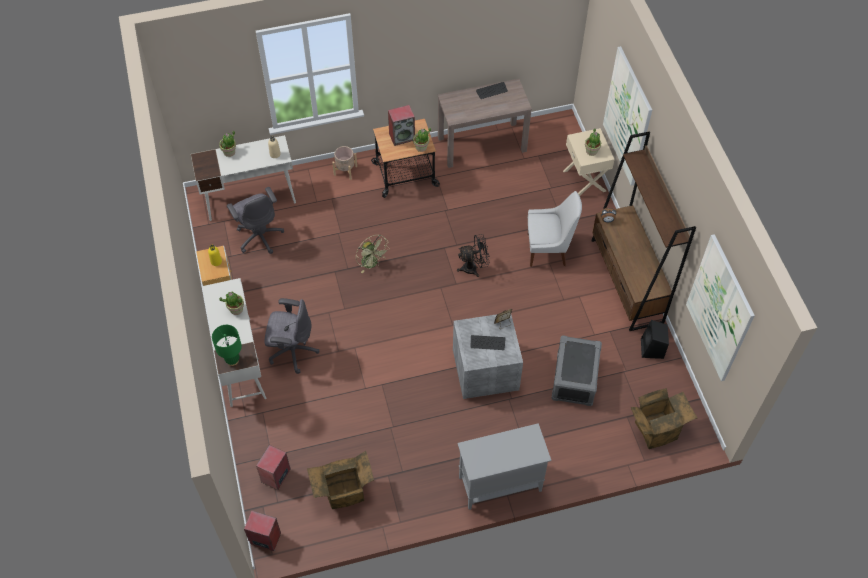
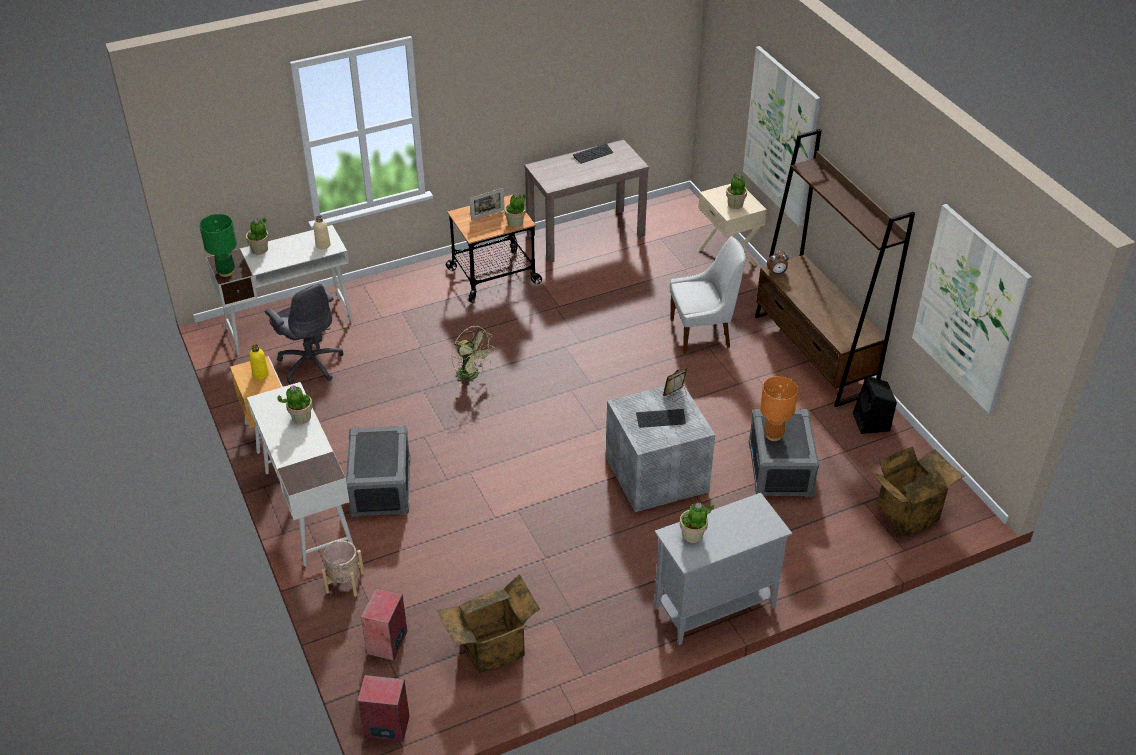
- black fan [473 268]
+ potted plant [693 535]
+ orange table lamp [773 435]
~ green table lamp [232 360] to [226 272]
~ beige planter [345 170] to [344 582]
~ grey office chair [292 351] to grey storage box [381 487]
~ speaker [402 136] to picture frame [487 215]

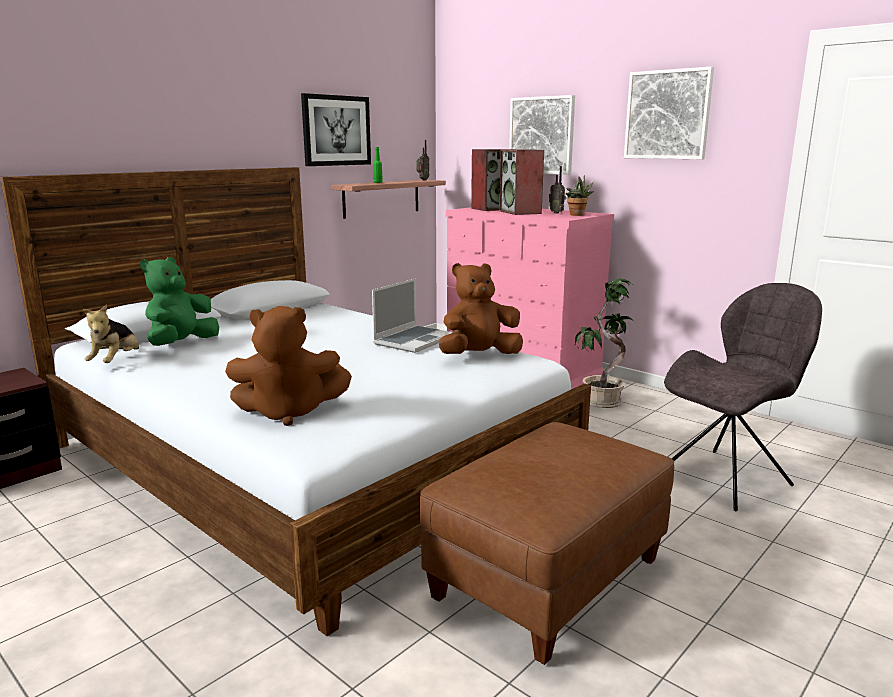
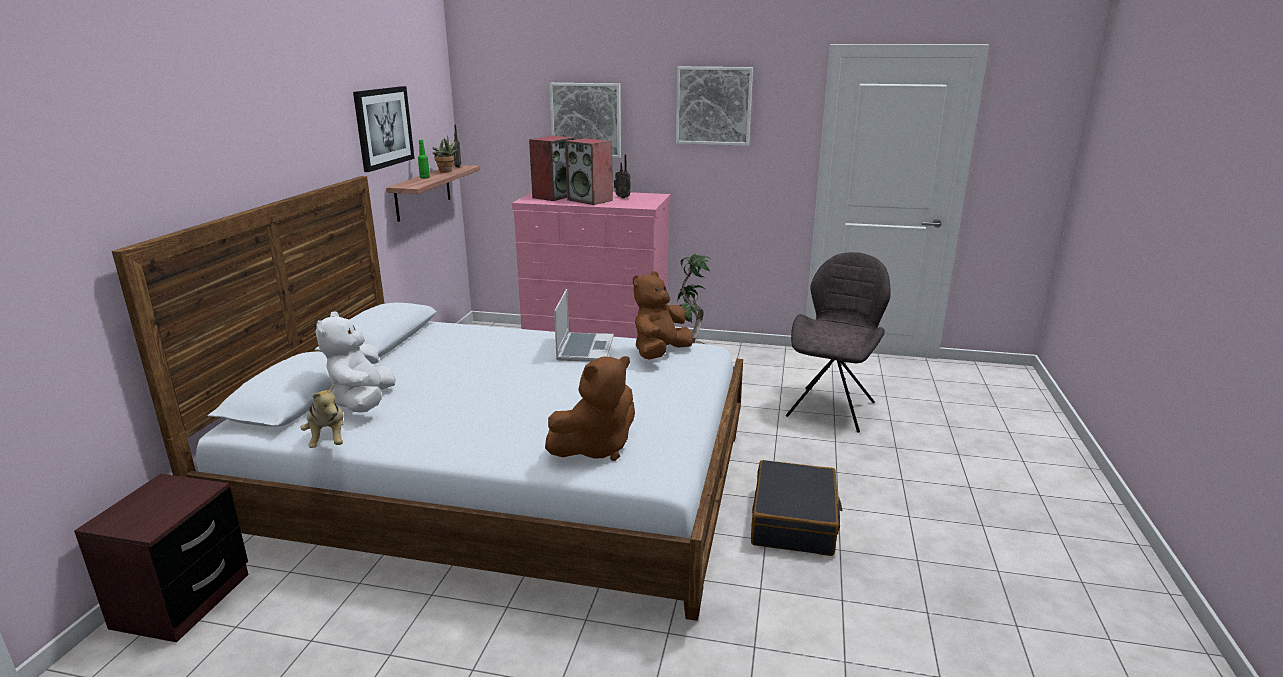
~ potted plant [577 215] to [446 171]
~ brown ottoman [547 578] to black suitcase [794 521]
~ green plush toy [181 344] to white plush toy [363 403]

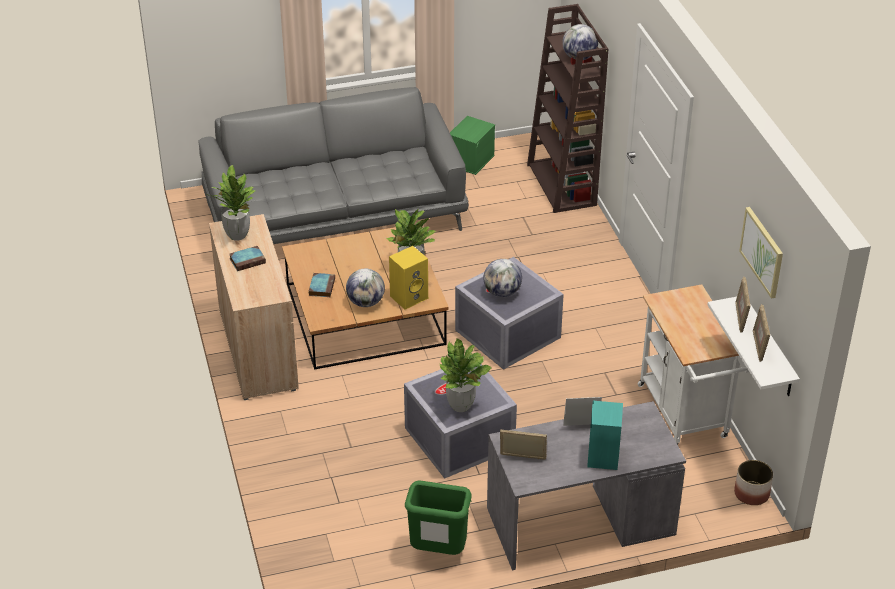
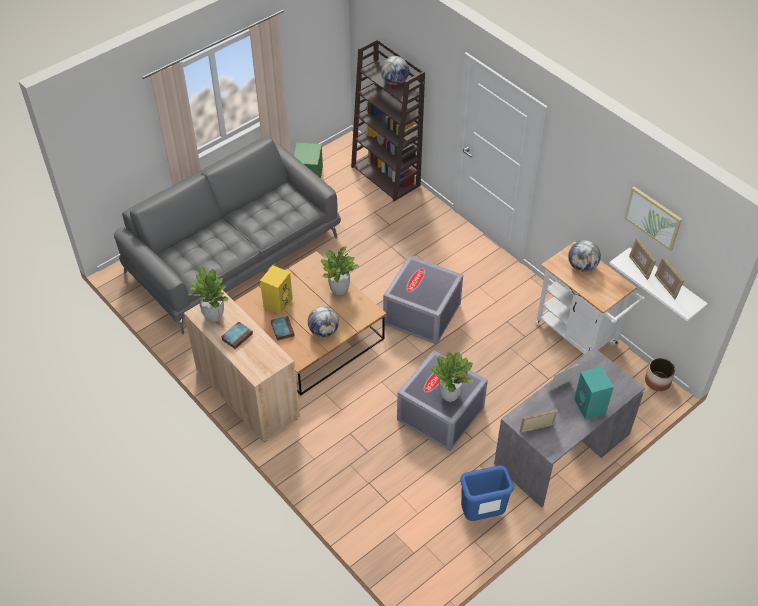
~ yellow speaker [409 296] to [278 302]
~ globe [502 292] to [582 266]
~ green trash can [437 552] to blue trash can [482 514]

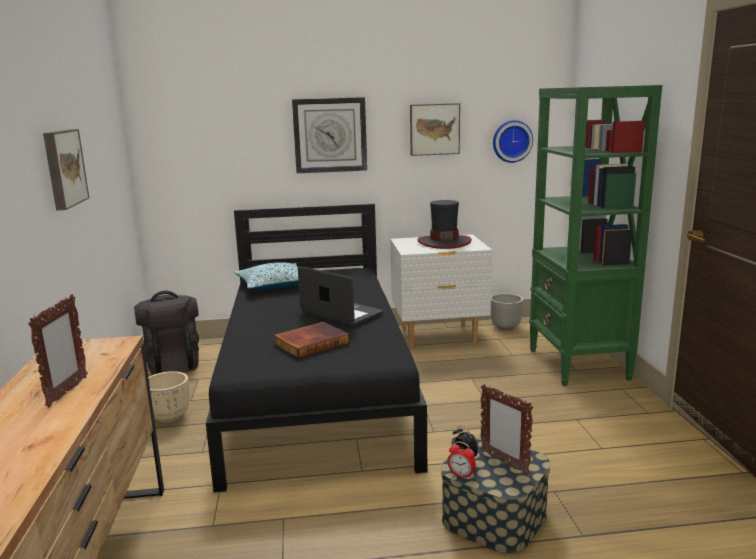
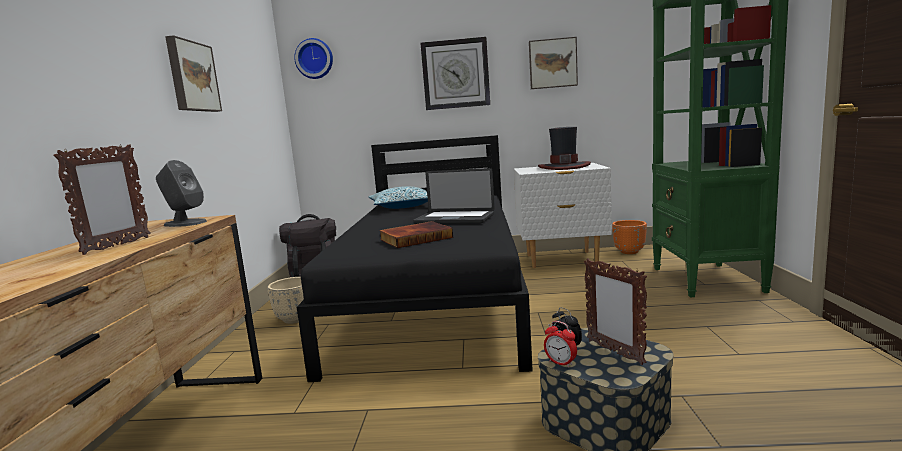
+ grey speaker [185 223]
~ wall clock [511 141] to [314 59]
~ grey planter [506 327] to orange planter [629 252]
~ laptop [341 313] = [454 219] 150 degrees clockwise

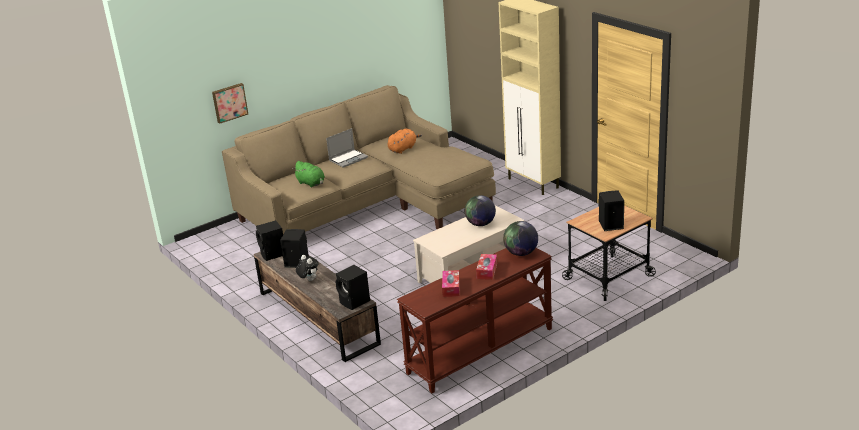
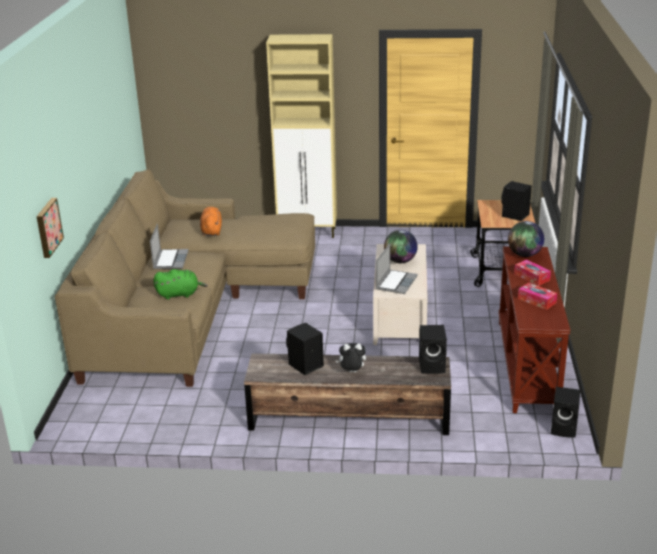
+ laptop [396 282]
~ black speaker [273 254] to [564 428]

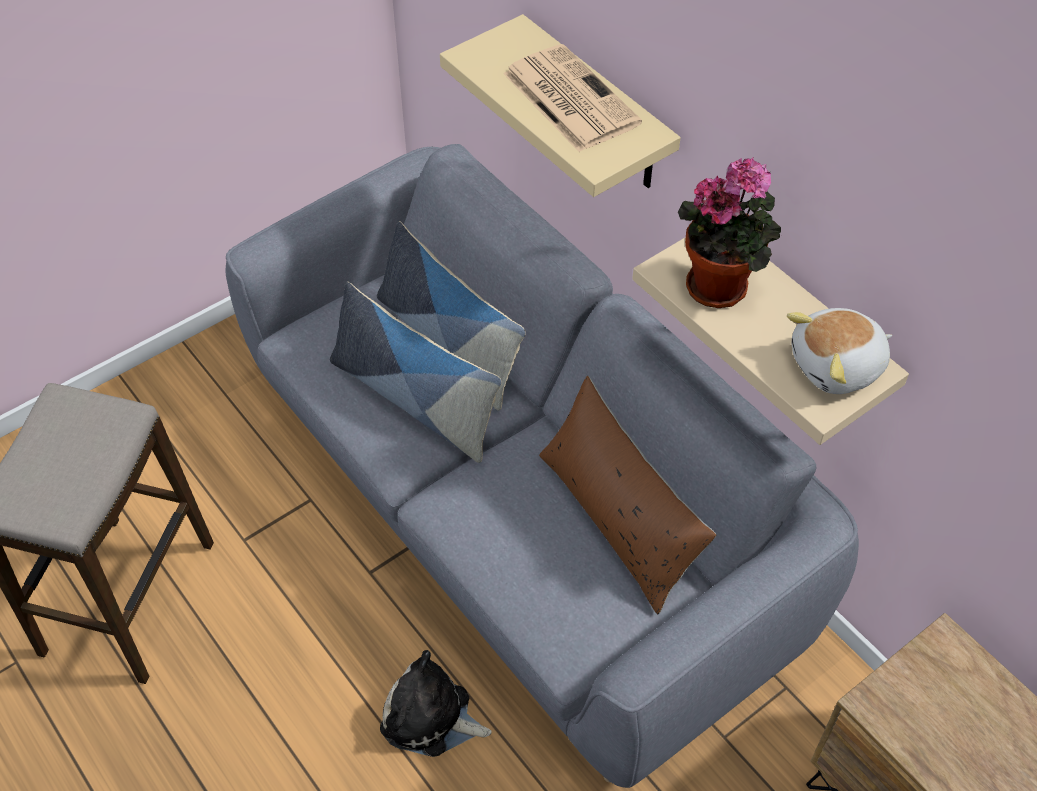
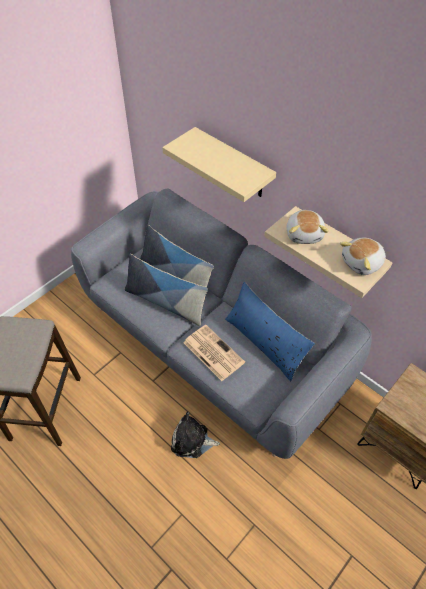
~ newspaper [568 98] to [212 352]
~ potted plant [721 285] to plush toy [304 234]
~ brown pillow [618 519] to blue pillow [265 342]

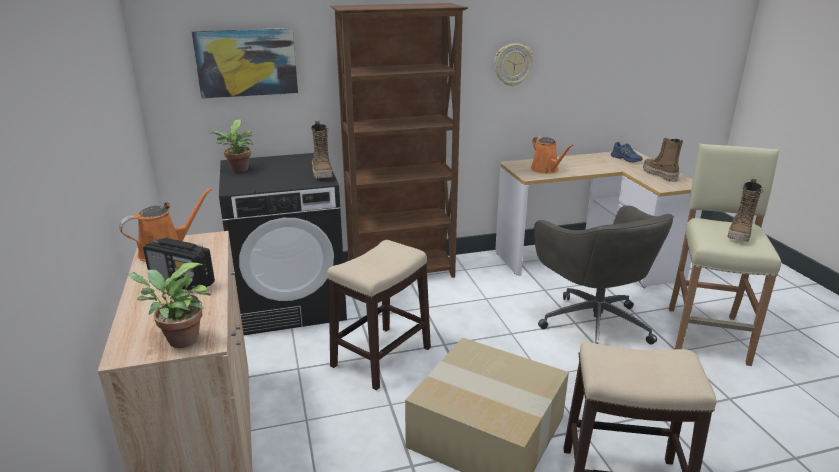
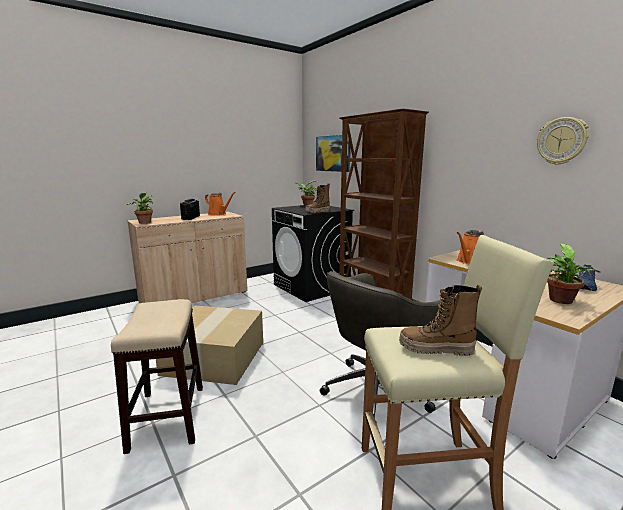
- stool [382 356]
~ wall clock [512 64] to [561 141]
~ boot [659 175] to potted plant [561 301]

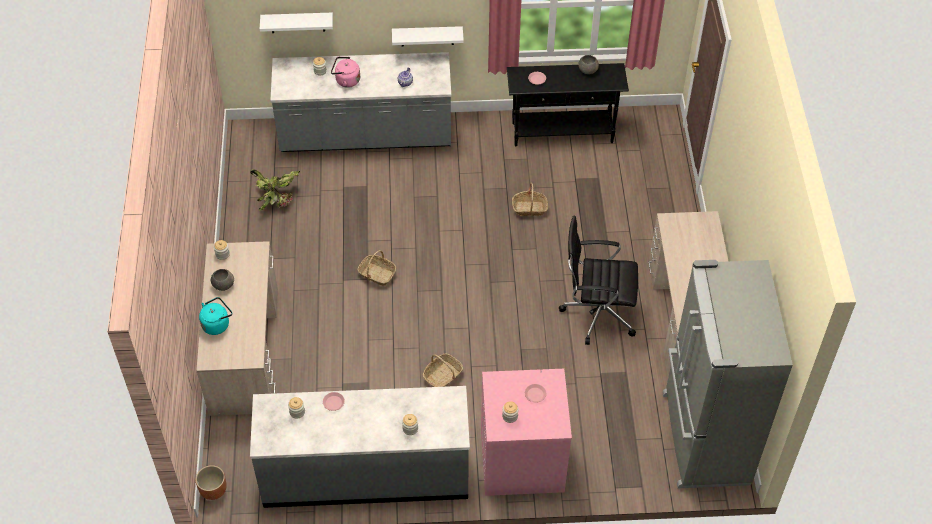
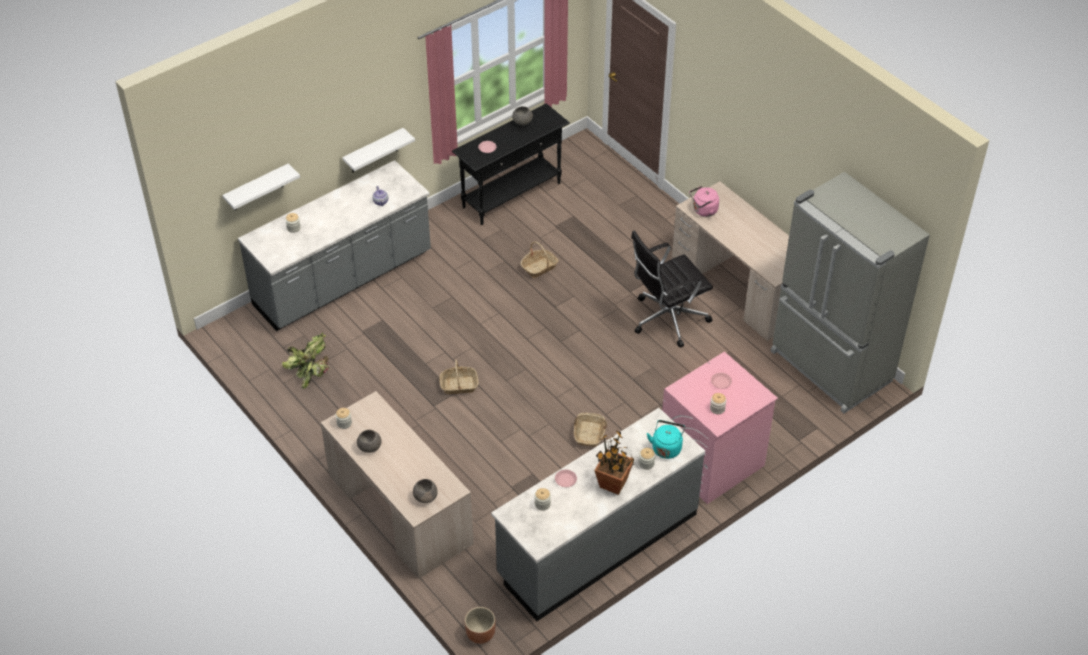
+ grey bowl [425 496]
+ potted plant [613 484]
~ turquoise kettle [217 324] to [666 447]
~ pink kettle [346 81] to [703 211]

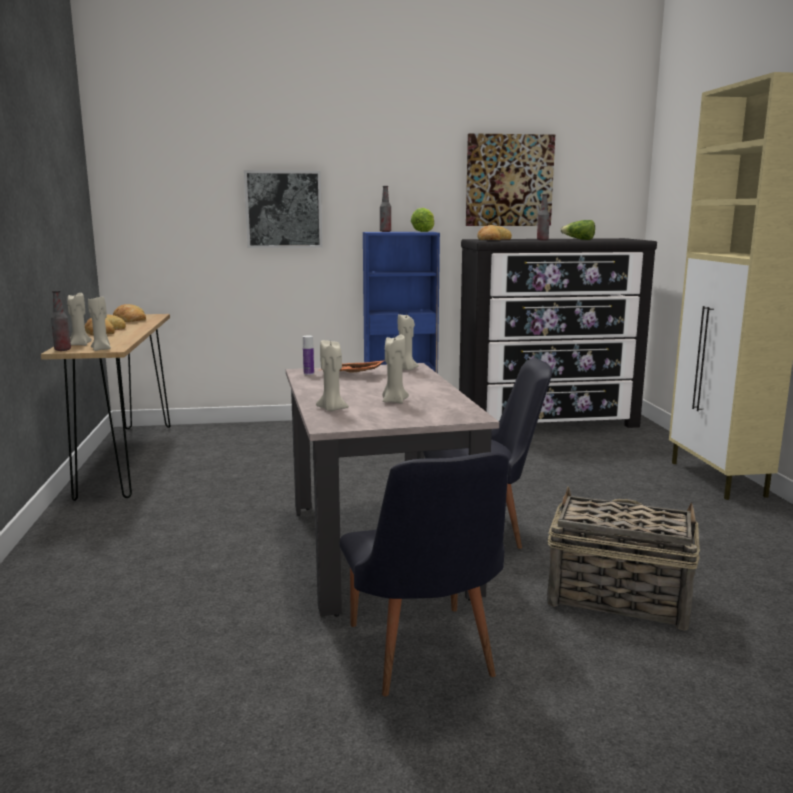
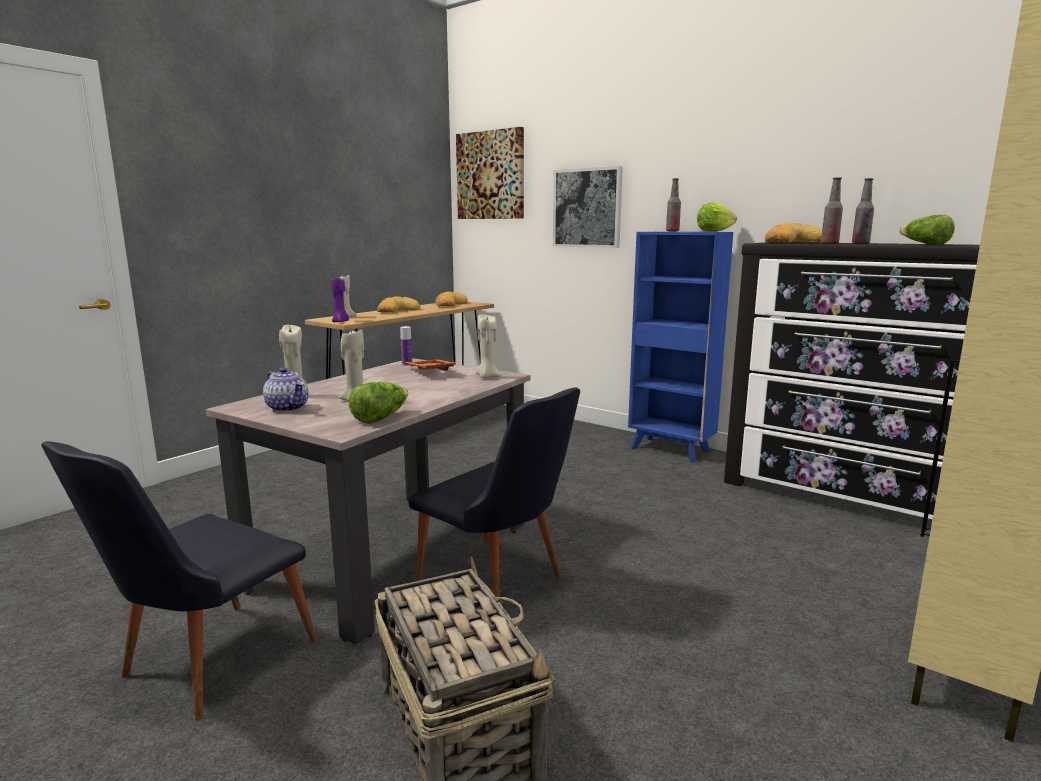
+ teapot [288 408]
+ lettuce [380 418]
~ bottle [62 350] to [829 244]
~ picture [509 180] to [491 175]
~ beige candle [102 349] to purple candle [340 322]

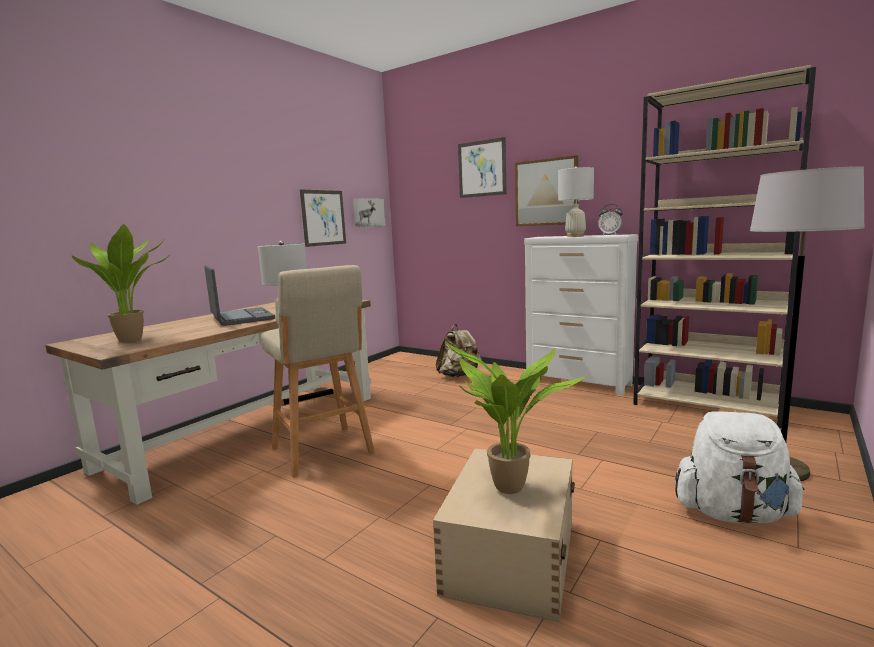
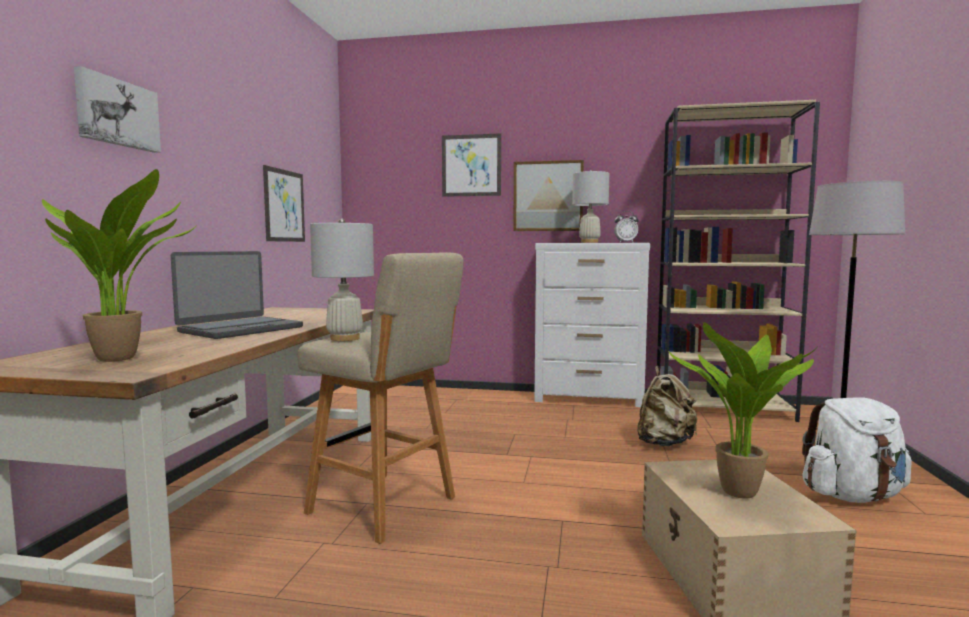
~ picture [368 212] to [117 113]
~ beige backpack [459 376] to [664 443]
~ laptop [241 318] = [240 329] 90 degrees clockwise

